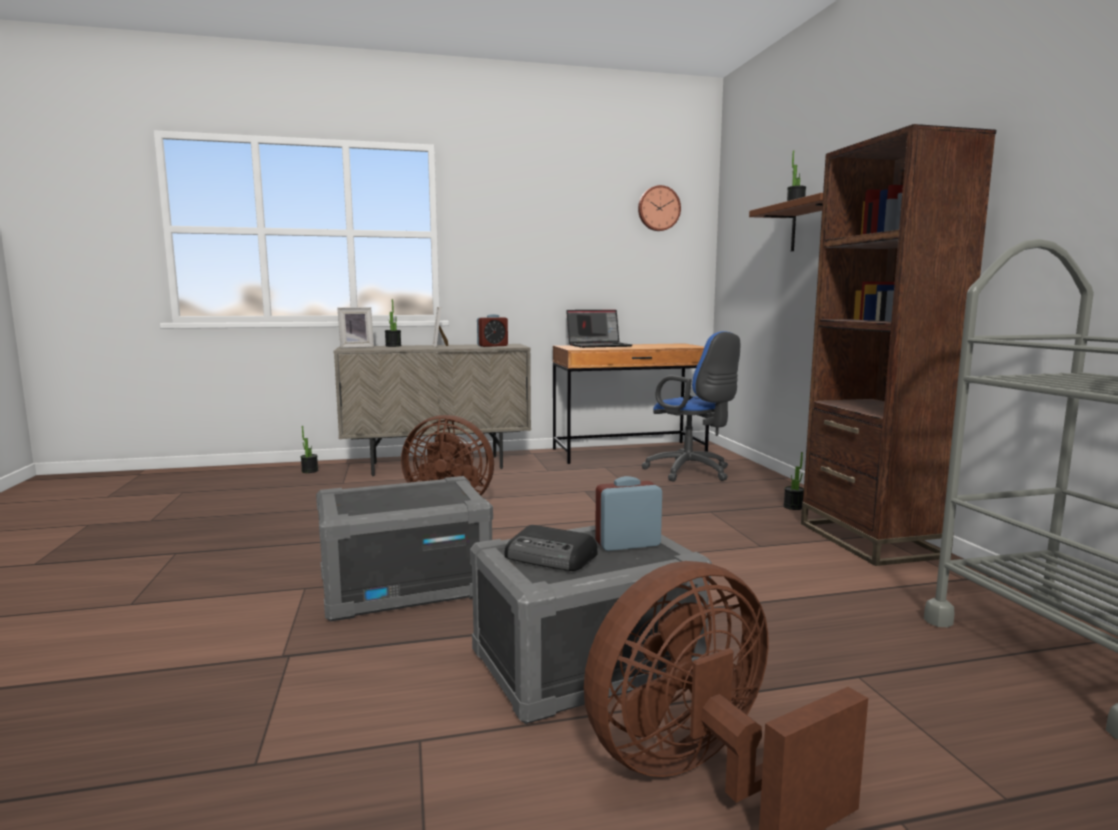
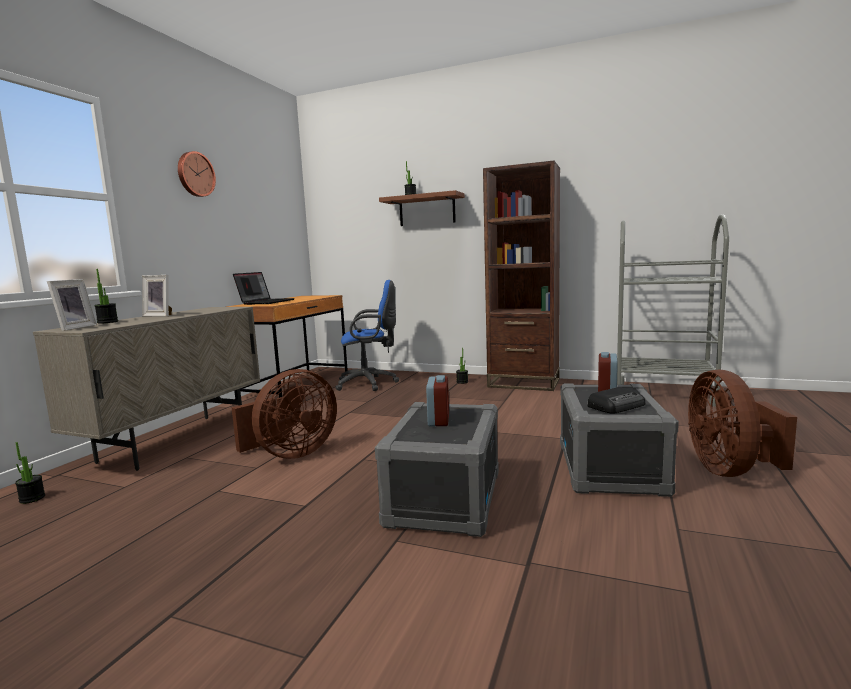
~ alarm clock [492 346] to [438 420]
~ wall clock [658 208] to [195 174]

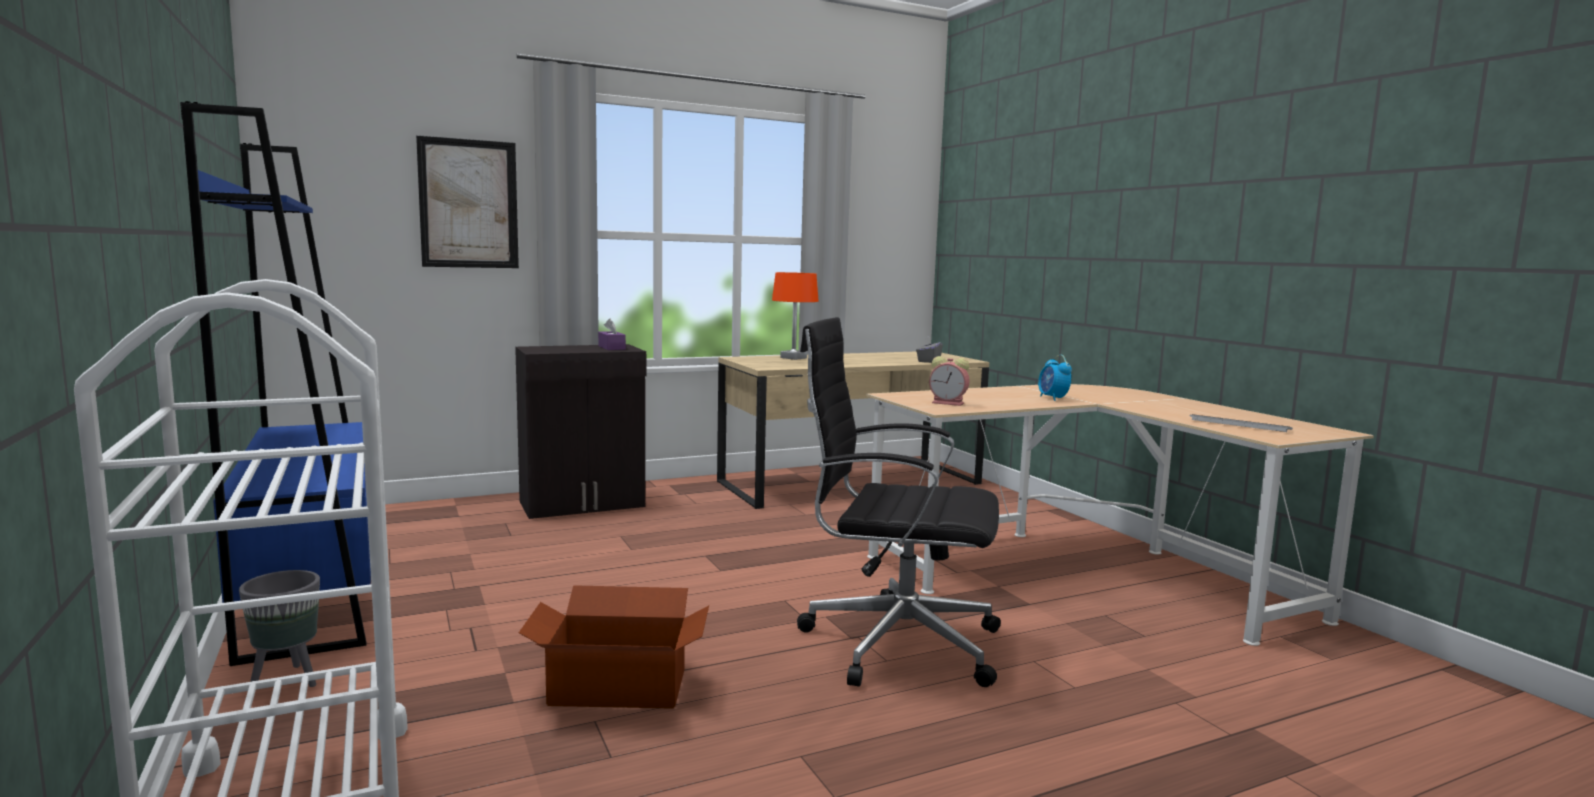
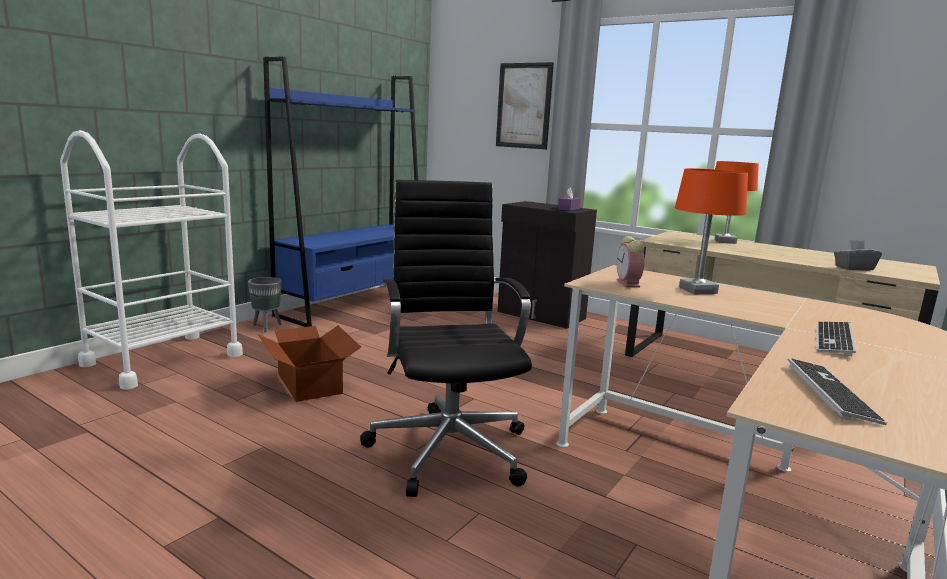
- alarm clock [1052 398]
+ orange table lamp [698 290]
+ keyboard [833 339]

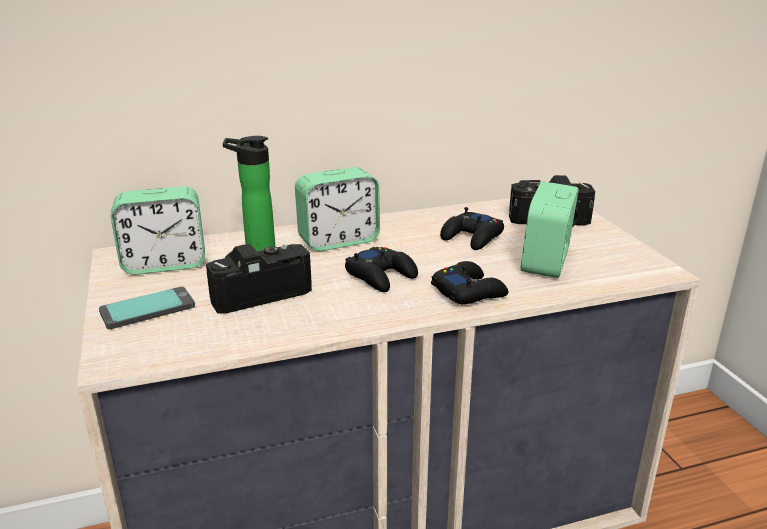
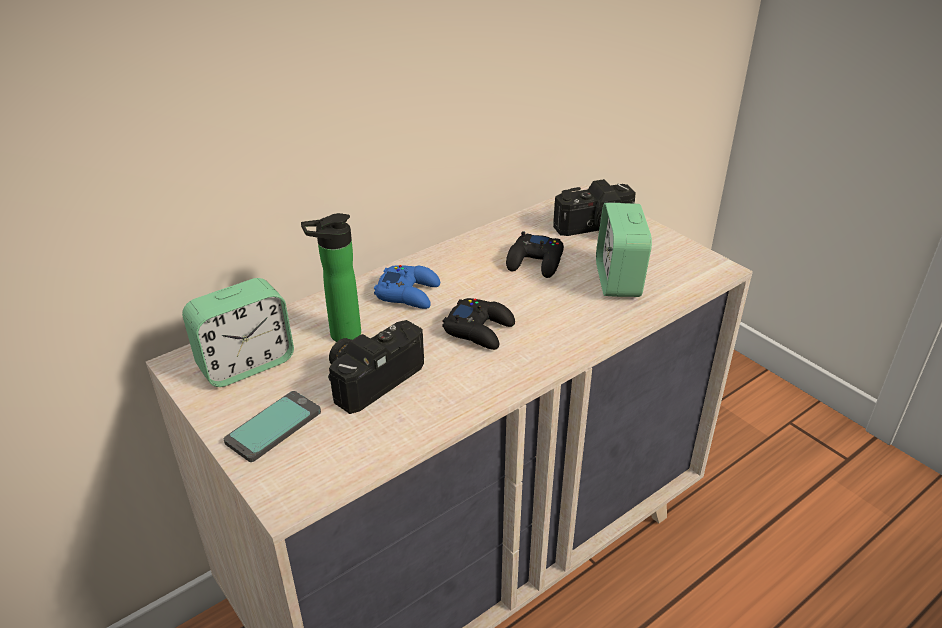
- black game controller [468 292]
~ alarm clock [338 241] to blue game controller [409 293]

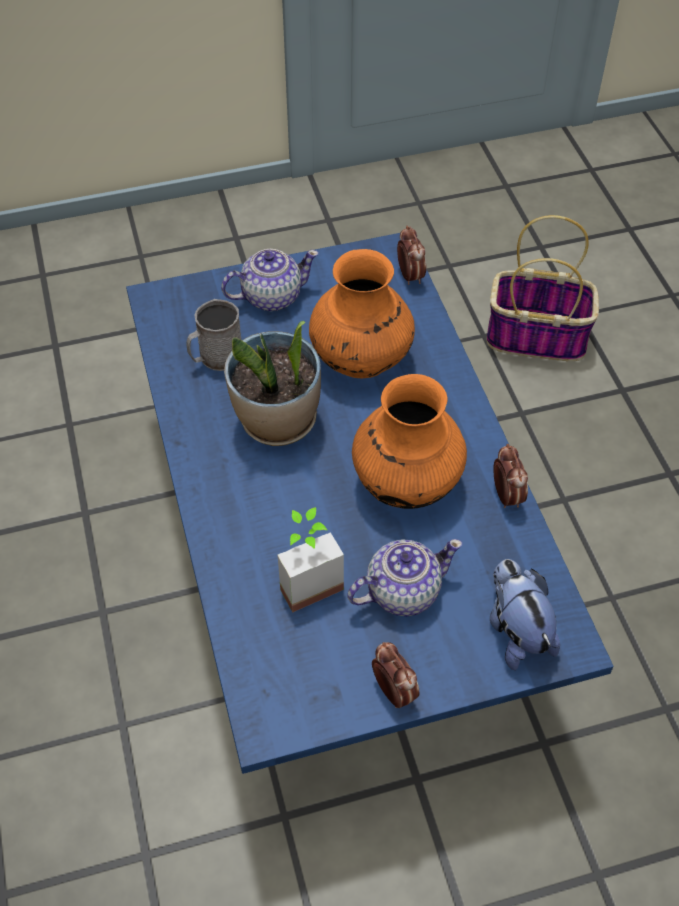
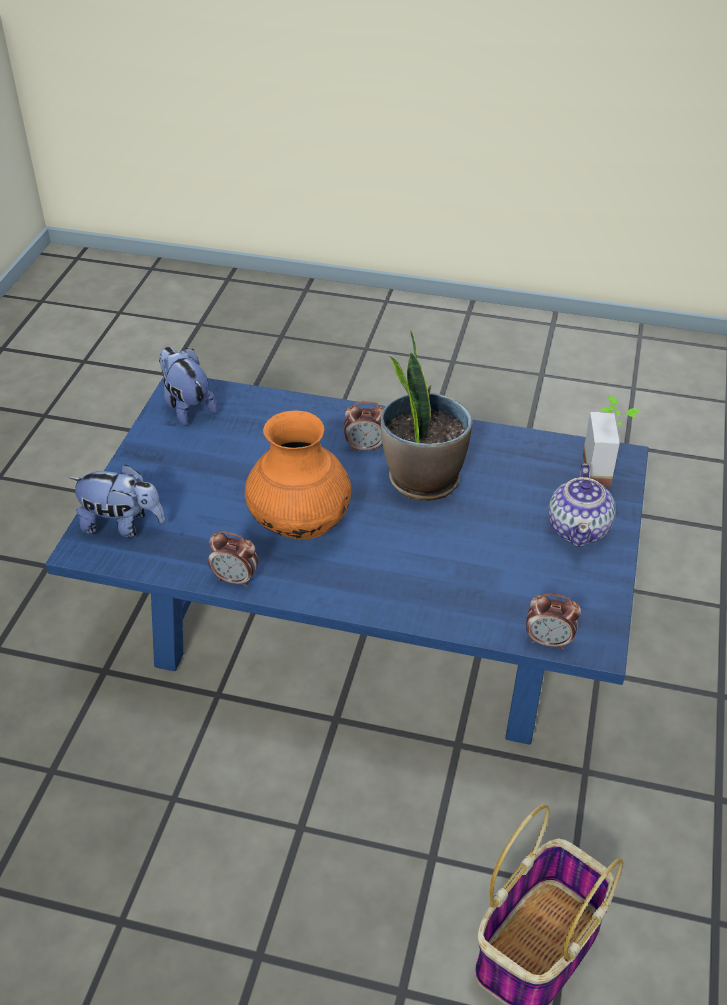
- grey mug [215 357]
- orange vase [360 360]
- teapot [401 591]
+ plush toy [186 406]
~ potted plant [306 580] to [606 471]
~ alarm clock [393 691] to [365 447]

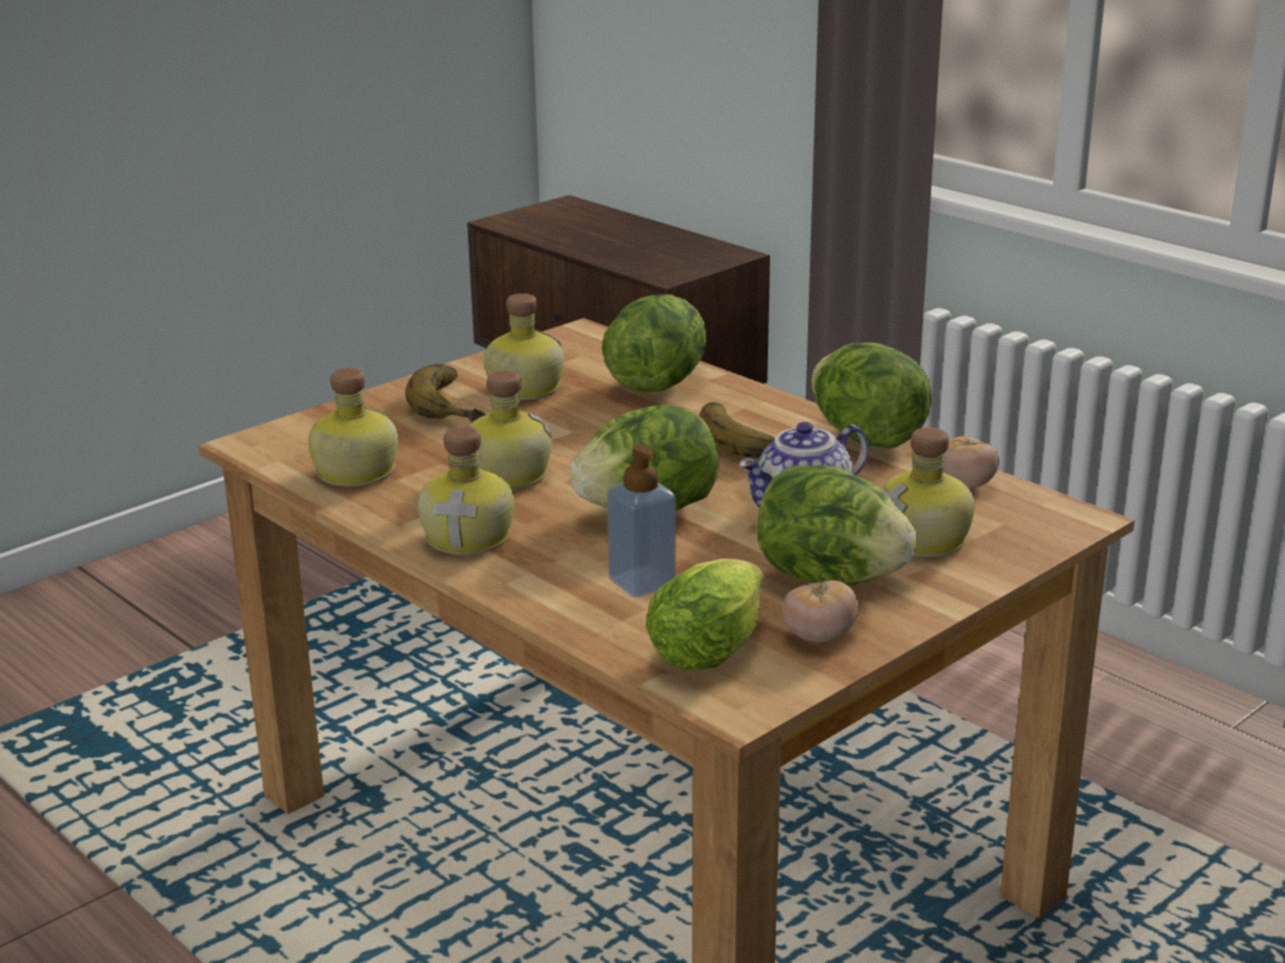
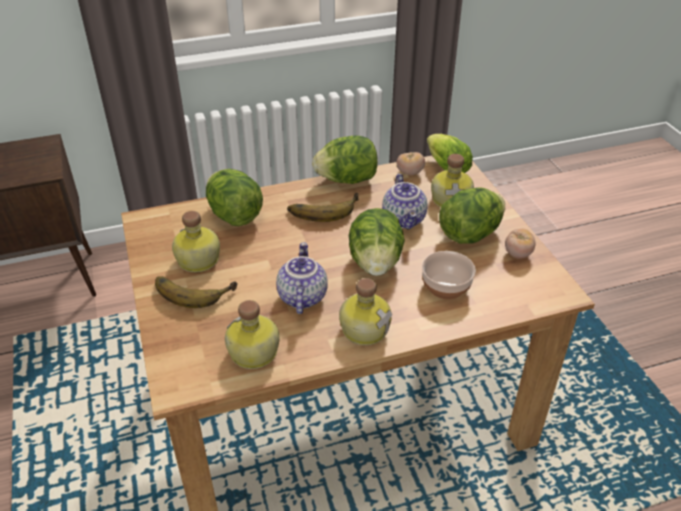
~ lettuce [713 648] to [445 167]
~ bottle [506 474] to teapot [301 296]
~ soap dispenser [642 583] to bowl [445 286]

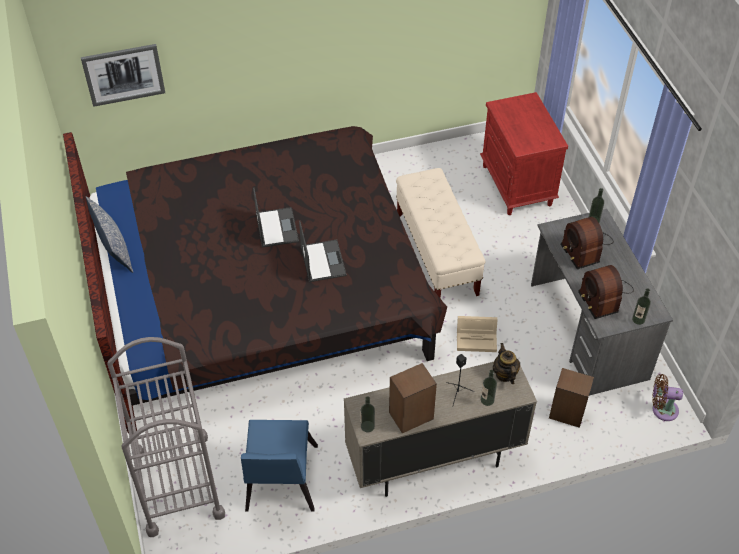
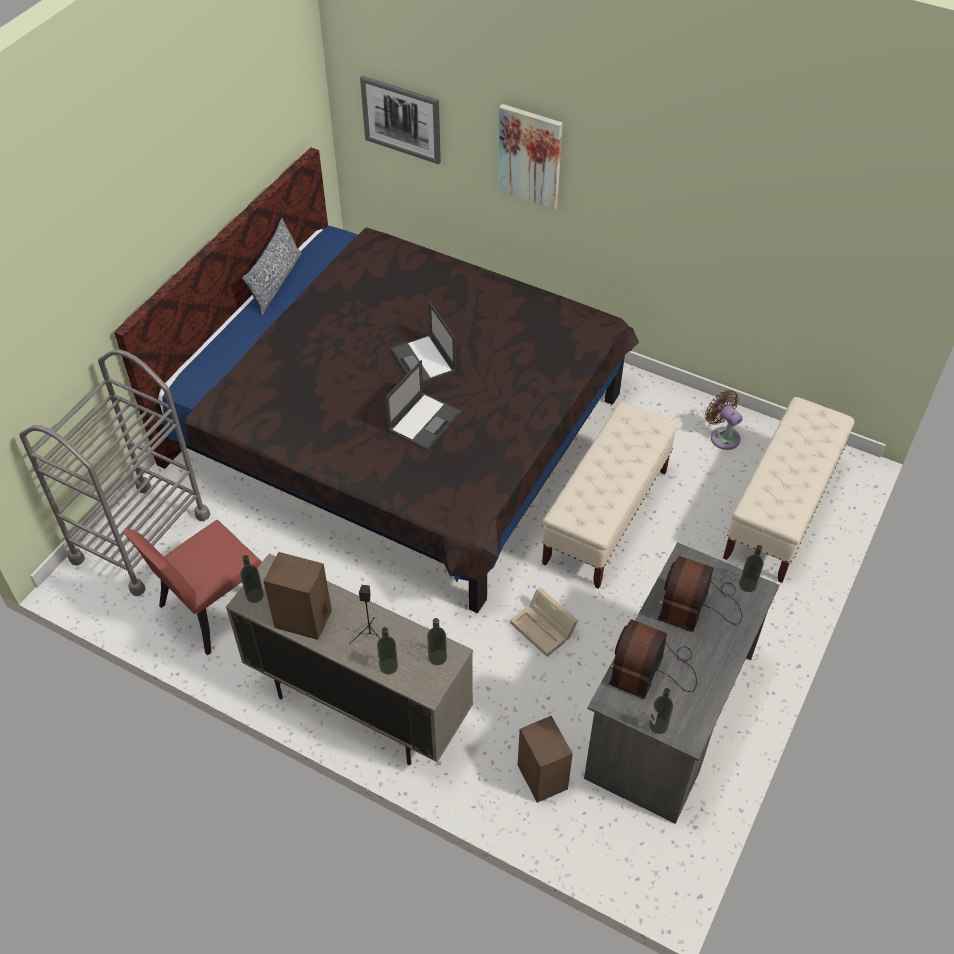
+ picture [530 156]
~ brown fan [662 409] to [722 436]
~ red nightstand [517 185] to beige bench [780 512]
~ teapot [504 374] to bottle [437 657]
~ blue chair [280 483] to red chair [213 607]
~ laptop [276 227] = [424 361] 120 degrees clockwise

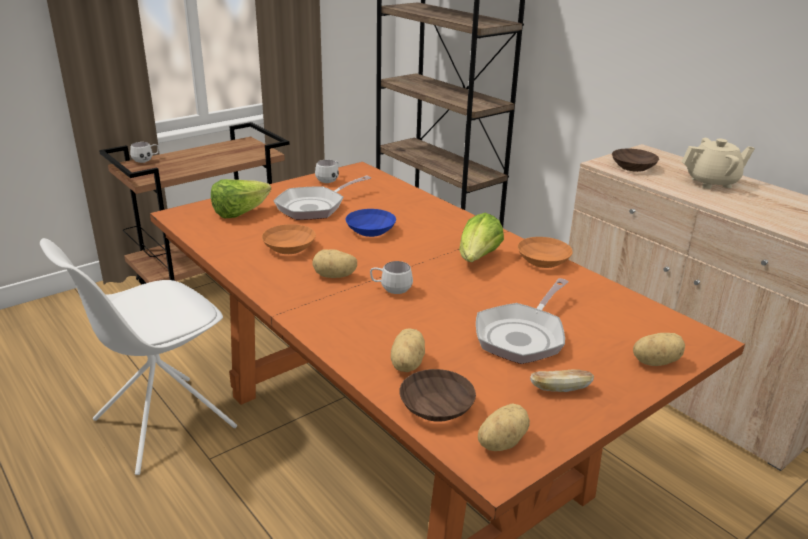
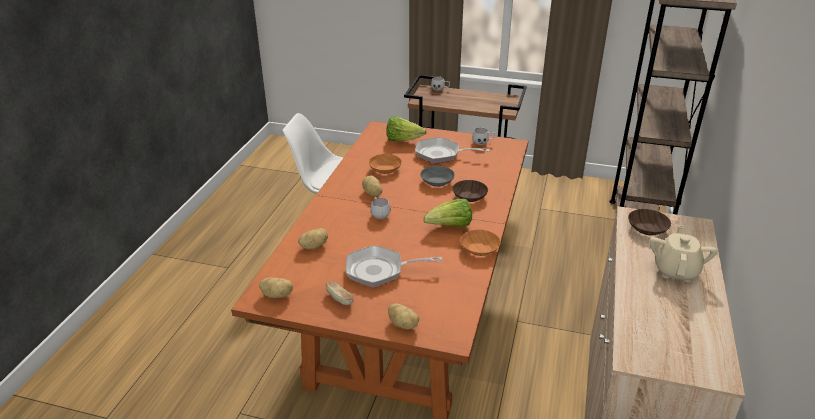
~ brown bowl [435 406] to [469 196]
~ blue bowl [370 231] to grey bowl [436 181]
~ beige teapot [712 182] = [676 271] 120 degrees counterclockwise

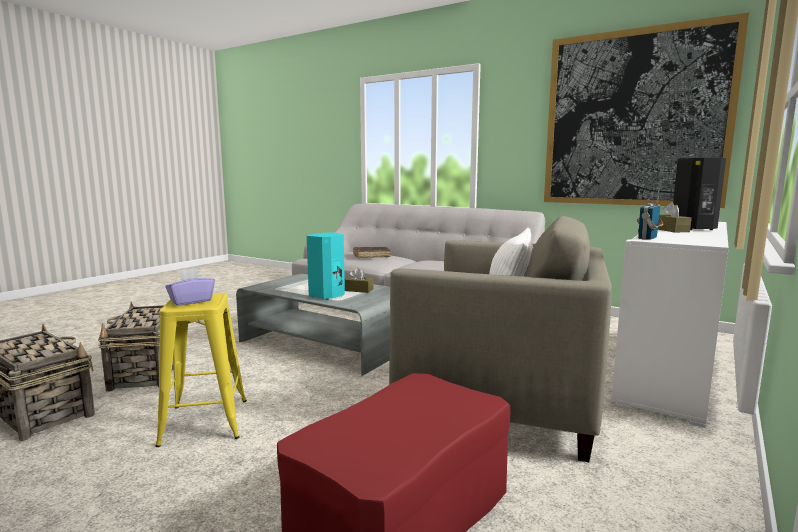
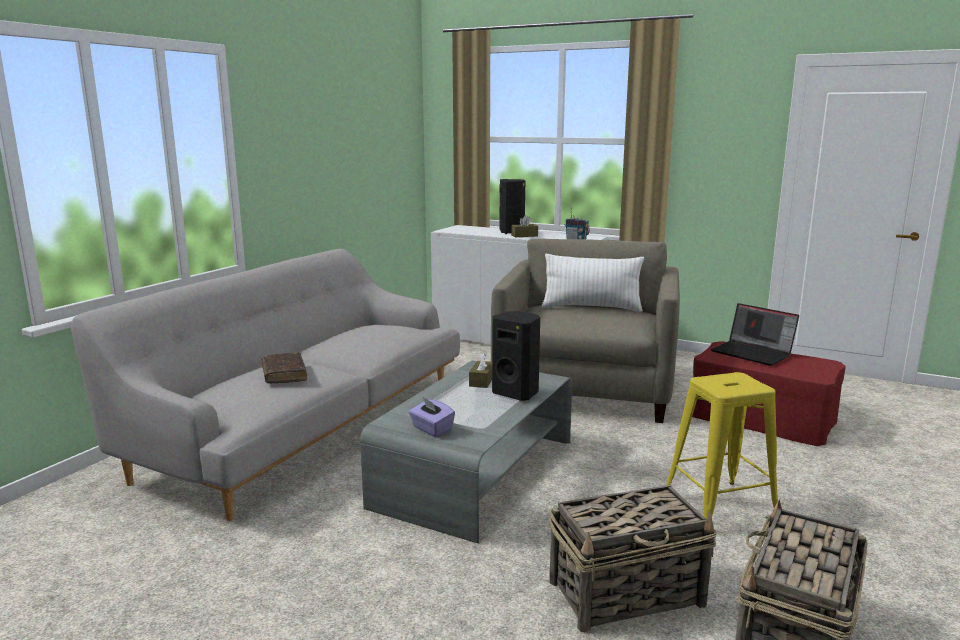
- picture [634 119]
+ laptop [753 353]
~ purple tissue box [191 301] to [431 429]
~ turquoise speaker [328 296] to black speaker [516 393]

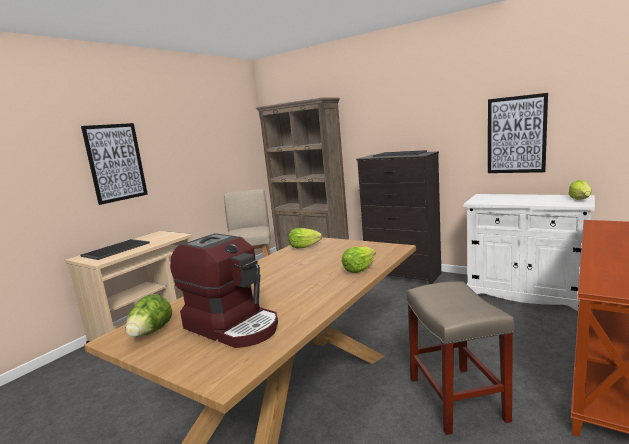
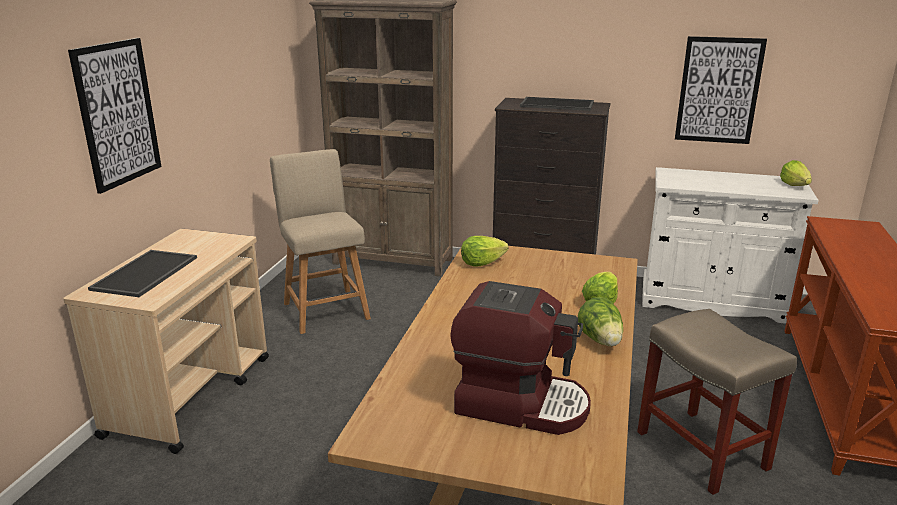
~ lettuce [151 332] to [601 341]

